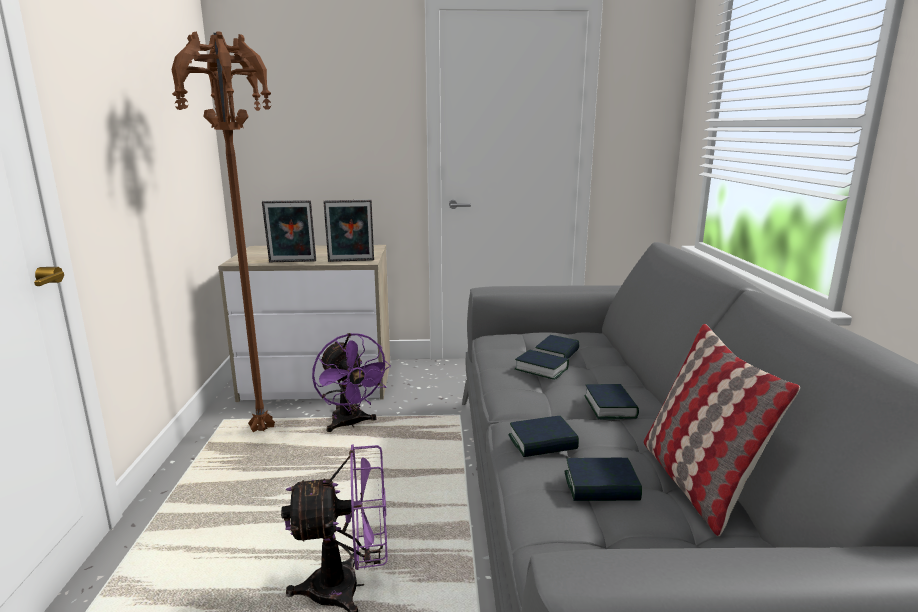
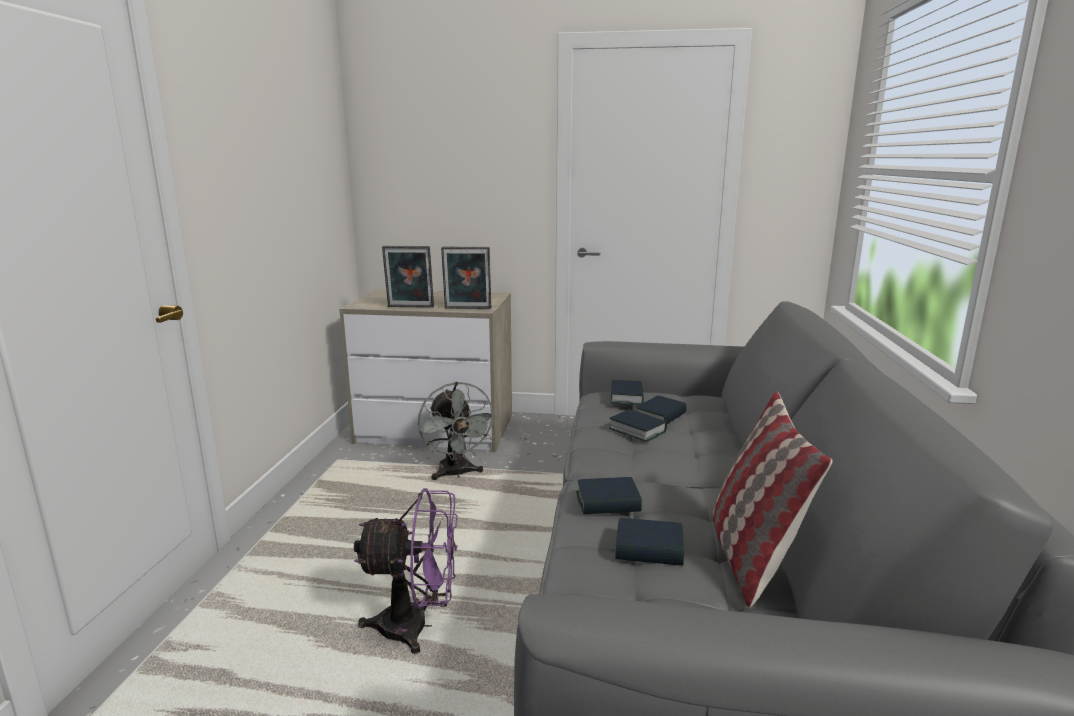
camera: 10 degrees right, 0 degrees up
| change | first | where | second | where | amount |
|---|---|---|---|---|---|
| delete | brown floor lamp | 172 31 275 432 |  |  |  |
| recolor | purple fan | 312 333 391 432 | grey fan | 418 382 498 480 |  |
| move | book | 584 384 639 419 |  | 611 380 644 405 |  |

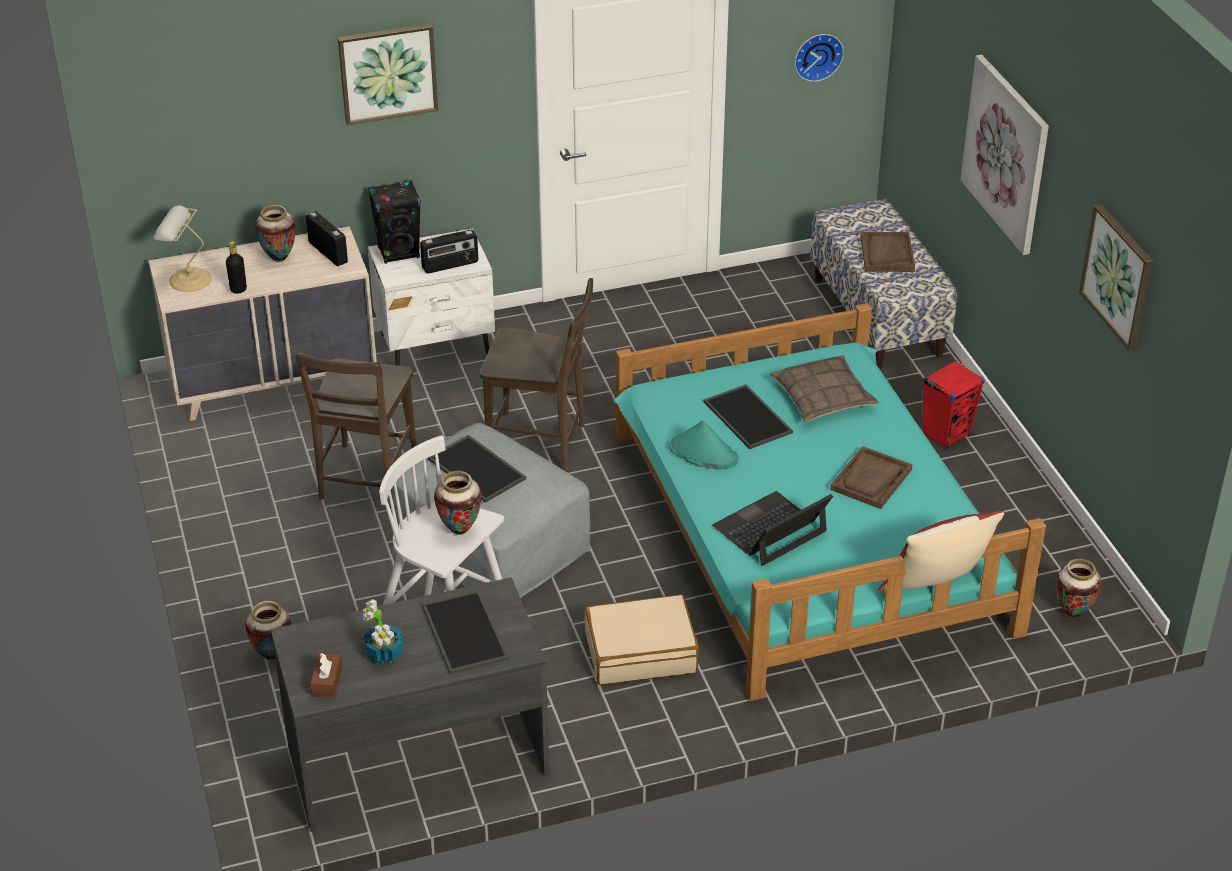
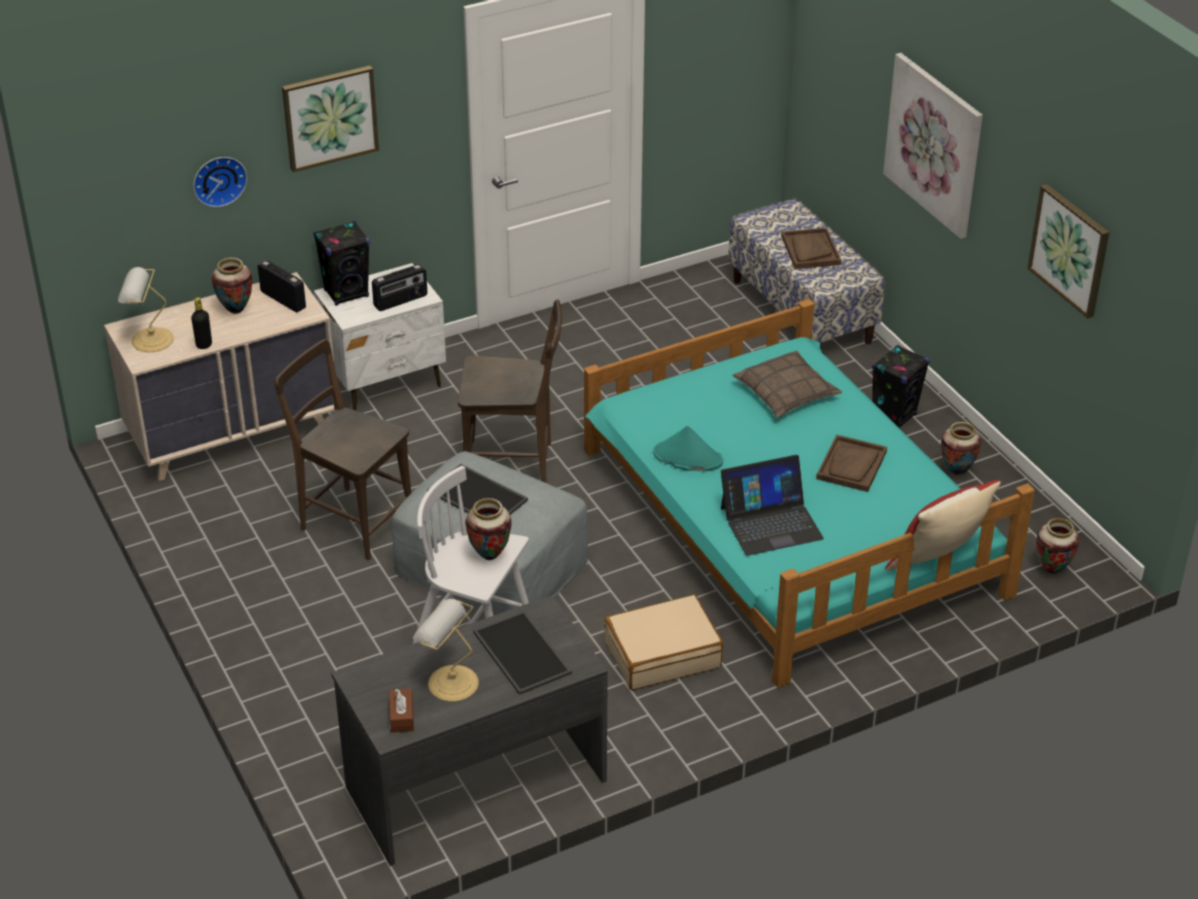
camera: 10 degrees left, 0 degrees up
| change | first | where | second | where | amount |
|---|---|---|---|---|---|
| move | wall clock | 795 34 844 82 |  | 193 157 247 207 |  |
| rotate | brown chair | 296 353 417 508 |  | 274 339 411 560 | 120 degrees clockwise |
| recolor | red speaker | 922 360 985 450 | black speaker | 872 345 930 428 |  |
| delete | tray | 703 385 793 449 |  |  |  |
| rotate | laptop | 712 491 833 566 |  | 721 455 824 556 | 150 degrees counterclockwise |
| replace | potted plant | 363 599 404 664 | table lamp | 413 599 479 702 |  |
| move | vase | 245 601 291 661 |  | 941 422 981 476 |  |

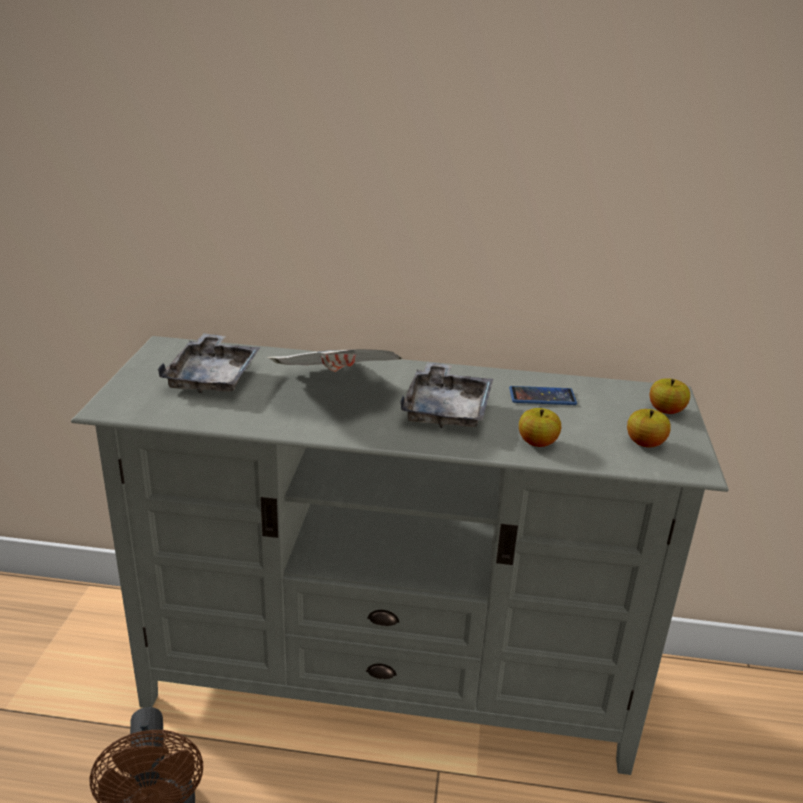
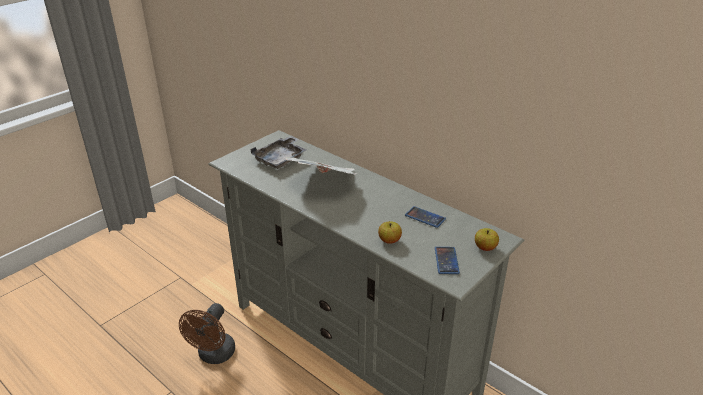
camera: 35 degrees right, 5 degrees up
| change | first | where | second | where | amount |
|---|---|---|---|---|---|
| delete | grey tray | 400 362 493 428 |  |  |  |
| replace | apple | 627 409 671 447 | phone | 435 247 460 274 |  |

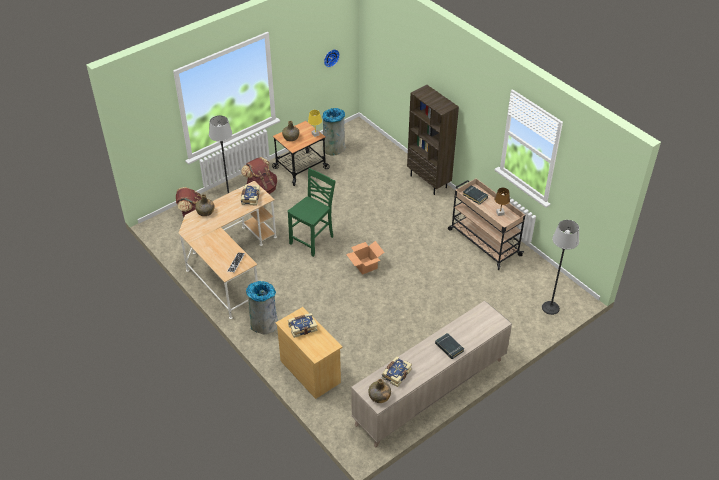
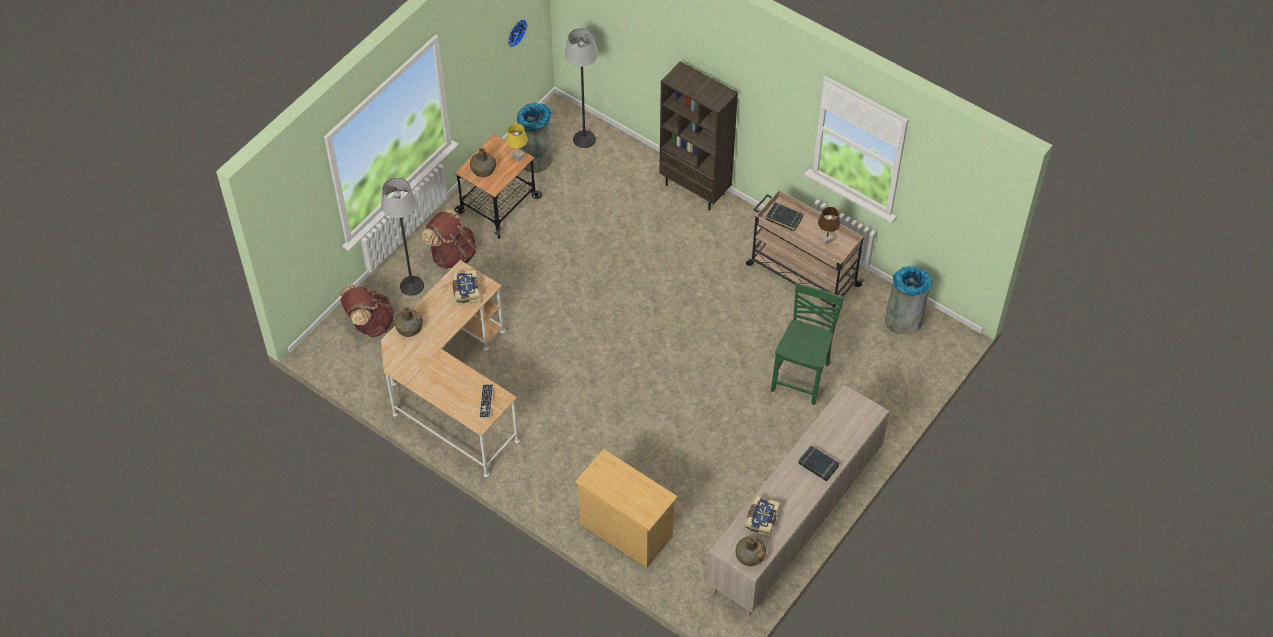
camera: 15 degrees left, 10 degrees up
| change | first | where | second | where | amount |
|---|---|---|---|---|---|
| move | green chair | 288 168 336 257 |  | 771 282 844 405 |  |
| move | floor lamp | 542 220 579 315 |  | 565 28 598 148 |  |
| delete | cardboard box | 346 241 384 275 |  |  |  |
| move | grey trash can | 246 281 278 334 |  | 885 266 933 335 |  |
| delete | book | 288 313 318 338 |  |  |  |

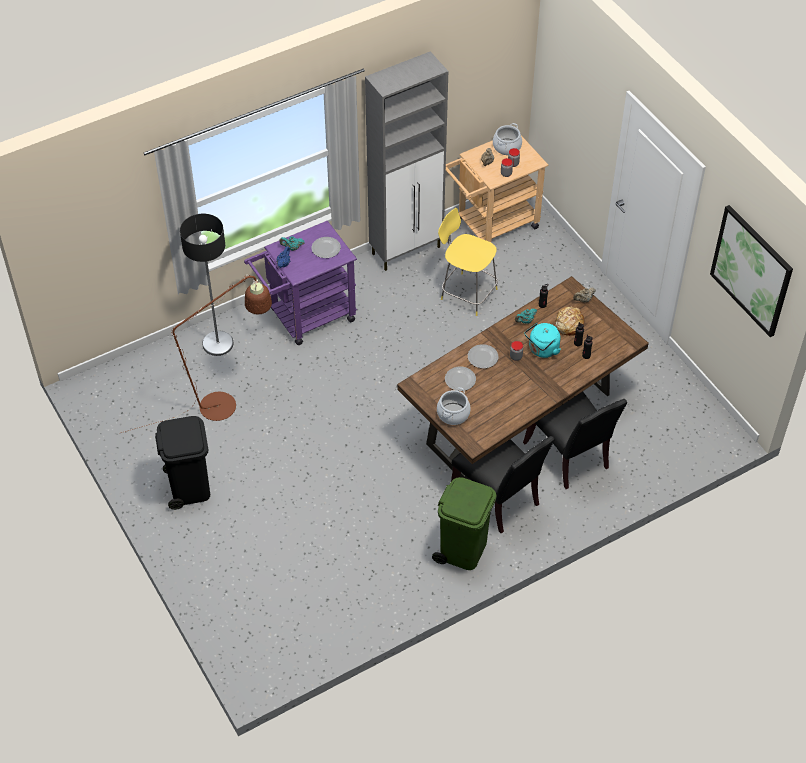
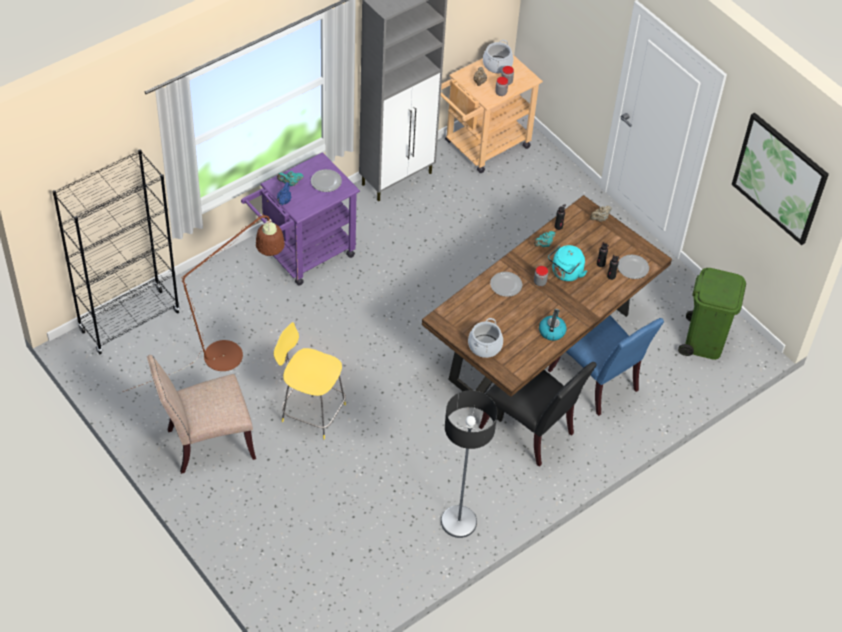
camera: 10 degrees left, 0 degrees up
| change | first | where | second | where | amount |
|---|---|---|---|---|---|
| move | yellow stool | 438 208 498 316 |  | 274 322 346 439 |  |
| move | floor lamp | 180 214 233 356 |  | 441 390 497 538 |  |
| delete | bread | 555 306 584 336 |  |  |  |
| move | plate | 445 367 476 391 |  | 618 255 649 279 |  |
| recolor | black chair | 523 392 627 489 | blue chair | 547 315 664 416 |  |
| replace | black trash can | 155 416 210 510 | beige chair | 147 355 256 474 |  |
| move | green trash can | 432 477 497 570 |  | 678 268 746 360 |  |
| insert |  |  | black bookcase | 52 149 180 355 |  |
| insert |  |  | kettle | 539 309 567 341 |  |

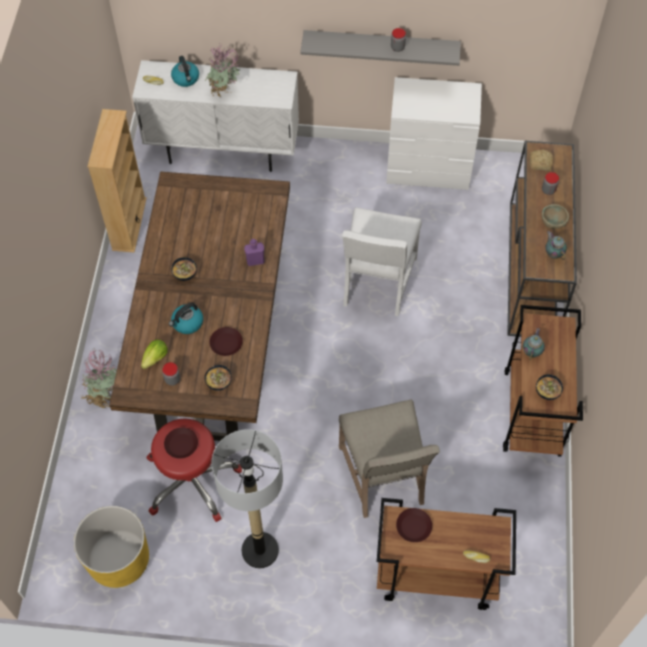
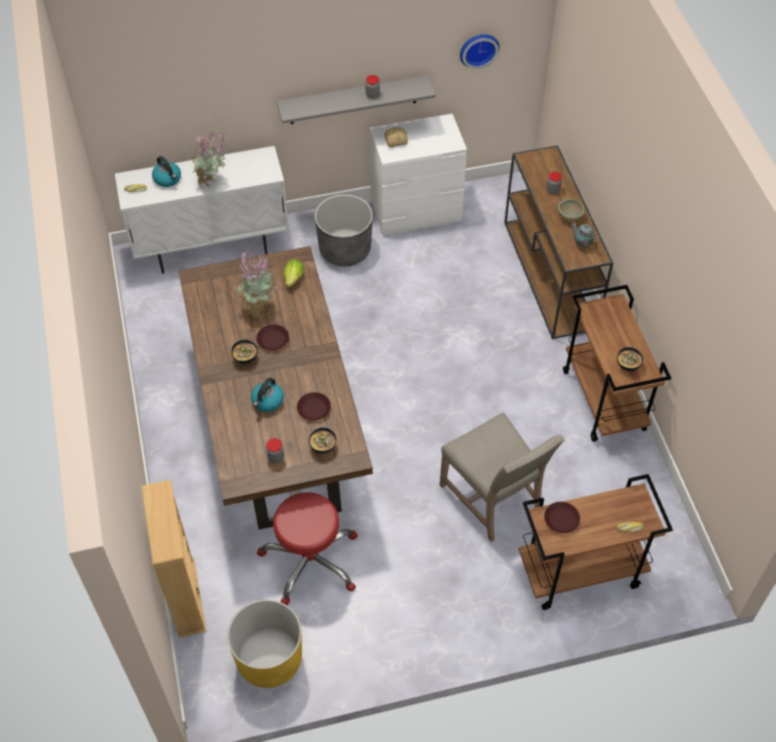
camera: 20 degrees left, 5 degrees down
| change | first | where | second | where | amount |
|---|---|---|---|---|---|
| move | beige bookcase | 87 109 147 253 |  | 141 480 206 638 |  |
| move | bread | 530 149 553 171 |  | 384 127 408 147 |  |
| delete | white chair | 342 207 422 316 |  |  |  |
| delete | purple bottle | 244 239 265 266 |  |  |  |
| delete | teapot | 523 328 545 360 |  |  |  |
| move | lettuce | 141 339 168 369 |  | 284 259 304 287 |  |
| move | potted plant | 81 349 117 409 |  | 234 250 277 319 |  |
| move | brown plate | 164 427 198 459 |  | 256 324 289 350 |  |
| delete | floor lamp | 212 429 283 568 |  |  |  |
| insert |  |  | wall clock | 460 34 500 69 |  |
| insert |  |  | grey planter | 315 194 373 267 |  |

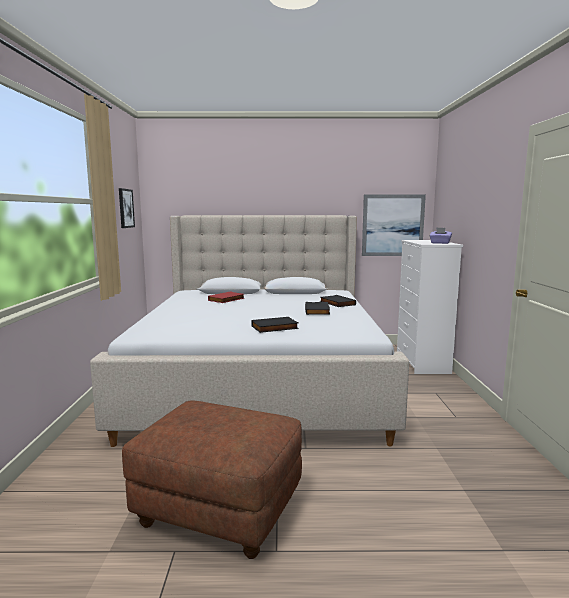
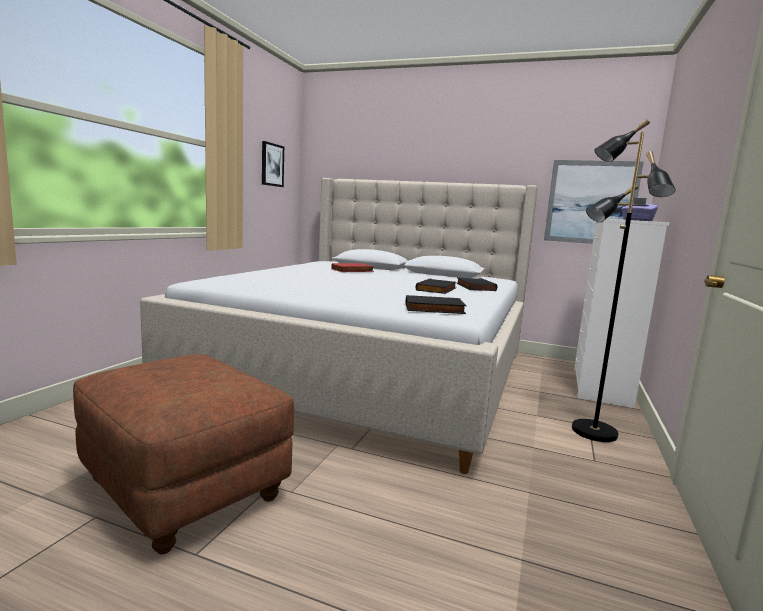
camera: 20 degrees right, 0 degrees up
| change | first | where | second | where | amount |
|---|---|---|---|---|---|
| move | black book | 251 317 299 333 |  | 405 295 467 314 |  |
| insert |  |  | black floor lamp | 572 119 675 442 |  |

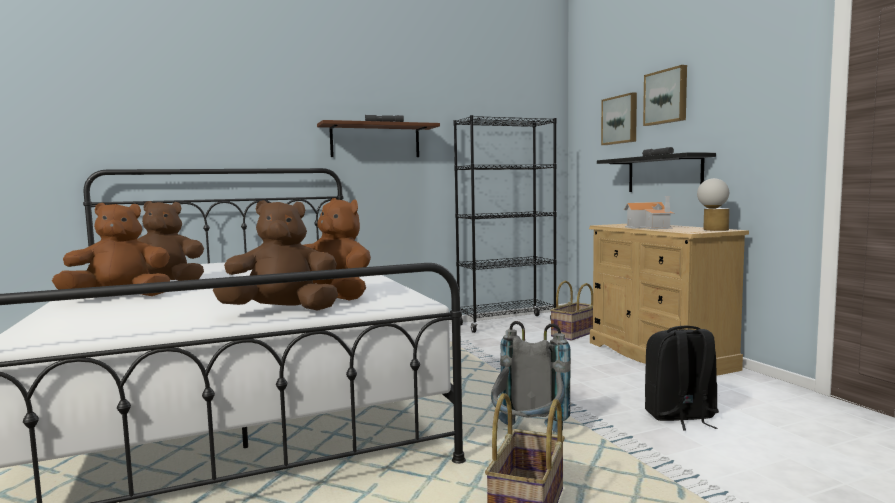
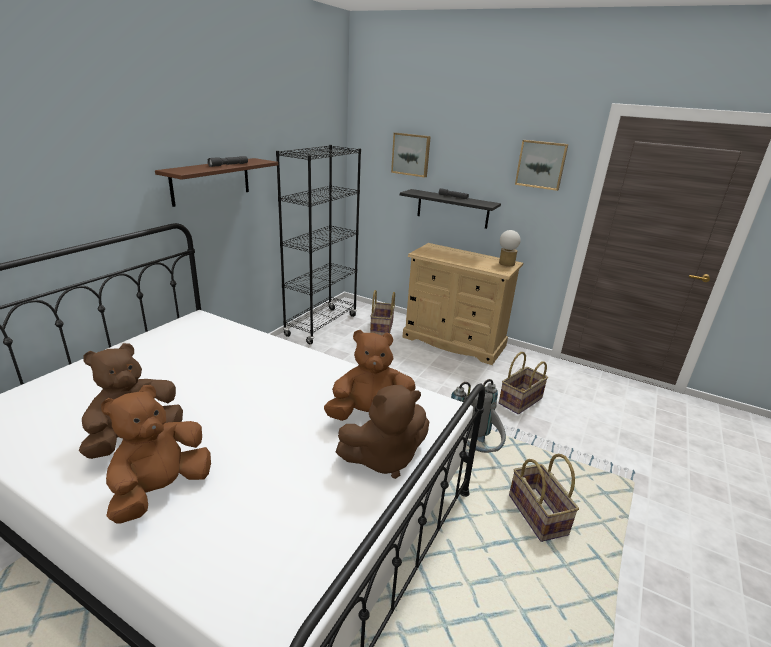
camera: 40 degrees left, 20 degrees up
| change | first | where | second | where | amount |
|---|---|---|---|---|---|
| move | picture | 643 65 687 126 |  | 515 140 568 191 |  |
| delete | toy house | 623 196 675 229 |  |  |  |
| rotate | brown plush toy | 213 200 338 311 |  | 336 385 429 479 | 150 degrees counterclockwise |
| replace | black backpack | 645 325 719 431 | basket | 499 352 548 414 |  |

